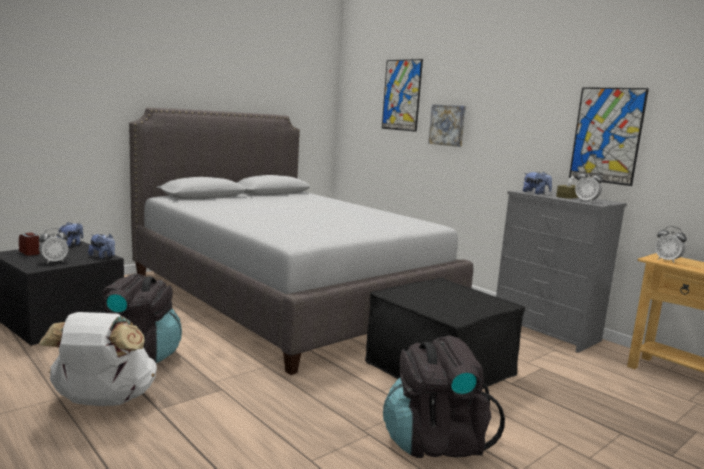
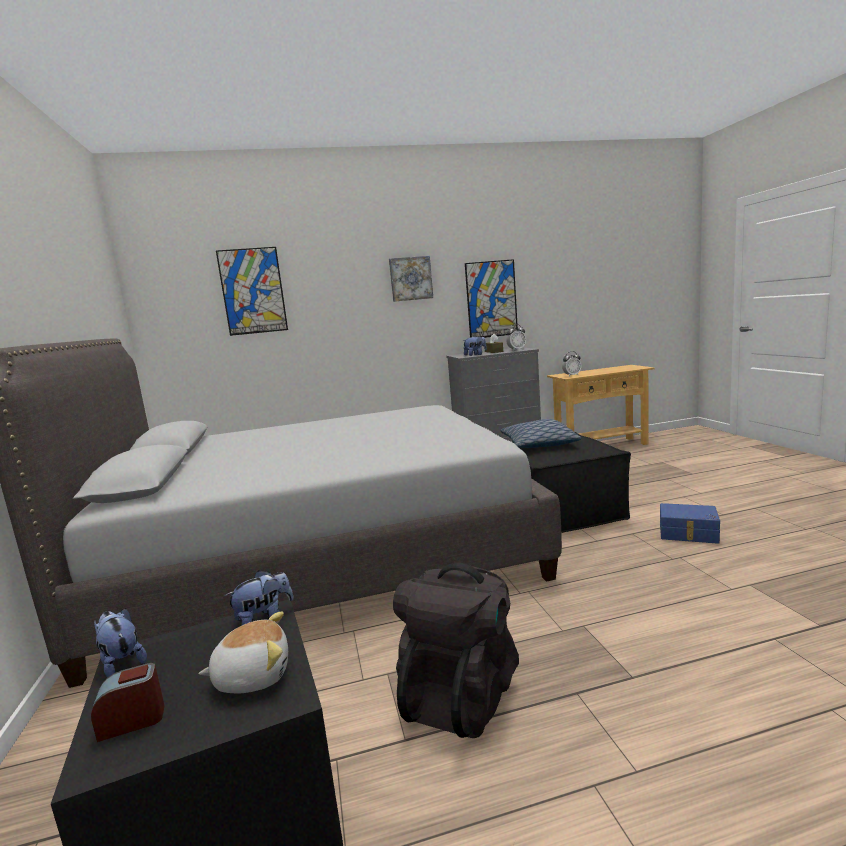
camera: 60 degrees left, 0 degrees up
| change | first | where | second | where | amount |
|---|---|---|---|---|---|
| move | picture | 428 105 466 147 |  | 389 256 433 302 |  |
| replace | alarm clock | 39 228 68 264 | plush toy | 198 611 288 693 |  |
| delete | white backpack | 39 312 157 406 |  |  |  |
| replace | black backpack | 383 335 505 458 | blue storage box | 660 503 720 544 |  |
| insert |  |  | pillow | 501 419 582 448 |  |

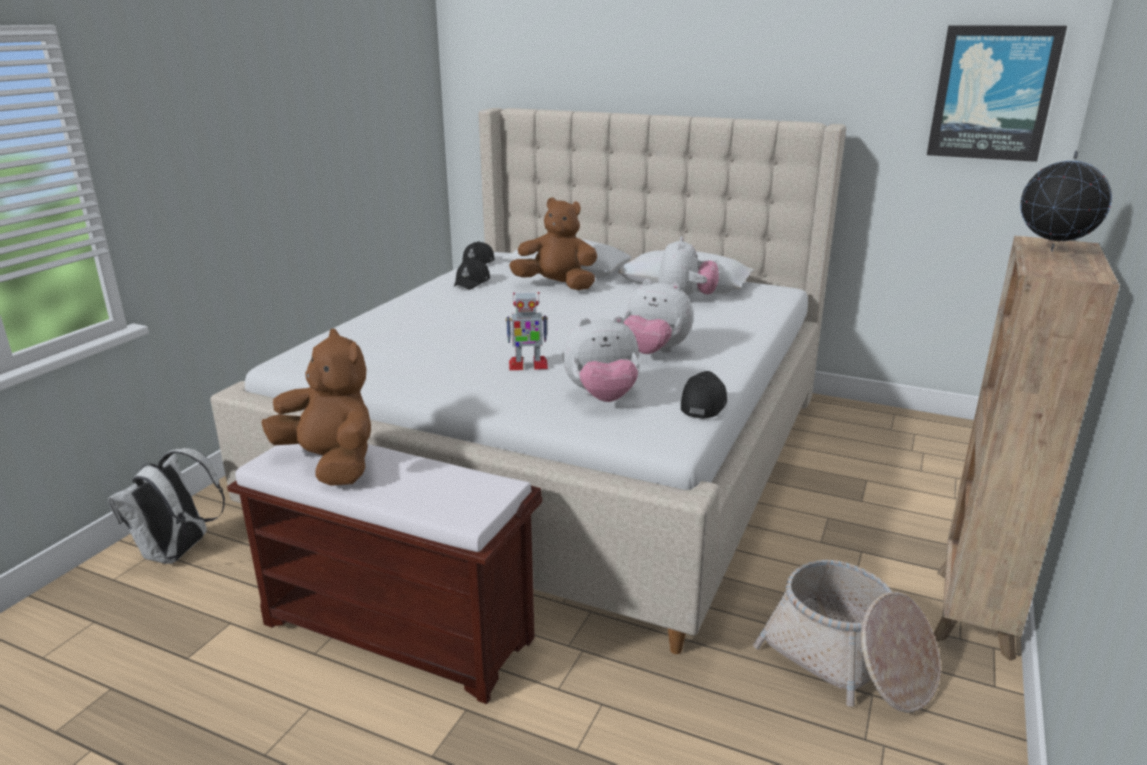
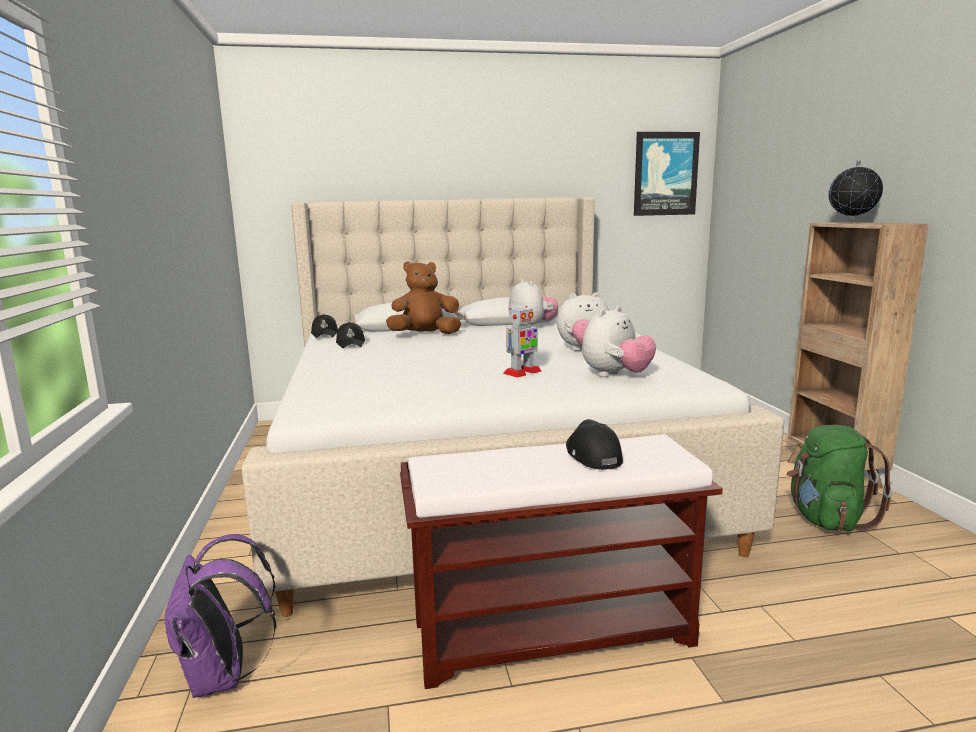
camera: 35 degrees left, 10 degrees down
| change | first | where | second | where | amount |
|---|---|---|---|---|---|
| delete | brown plush toy | 261 329 371 486 |  |  |  |
| move | black cap | 681 371 727 419 |  | 566 419 623 470 |  |
| recolor | white backpack | 108 448 225 564 | purple backpack | 165 534 276 698 |  |
| replace | basket | 753 560 941 713 | green backpack | 787 425 893 531 |  |

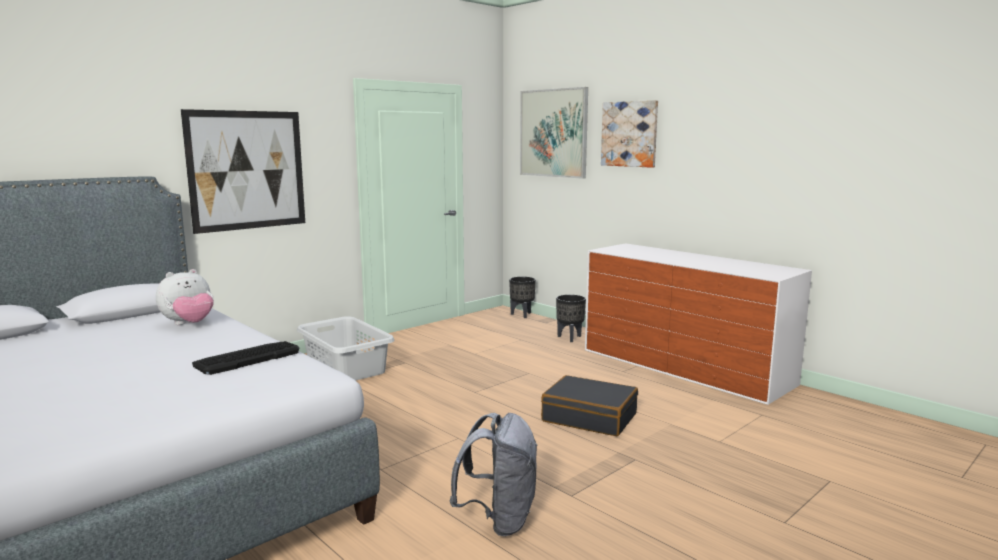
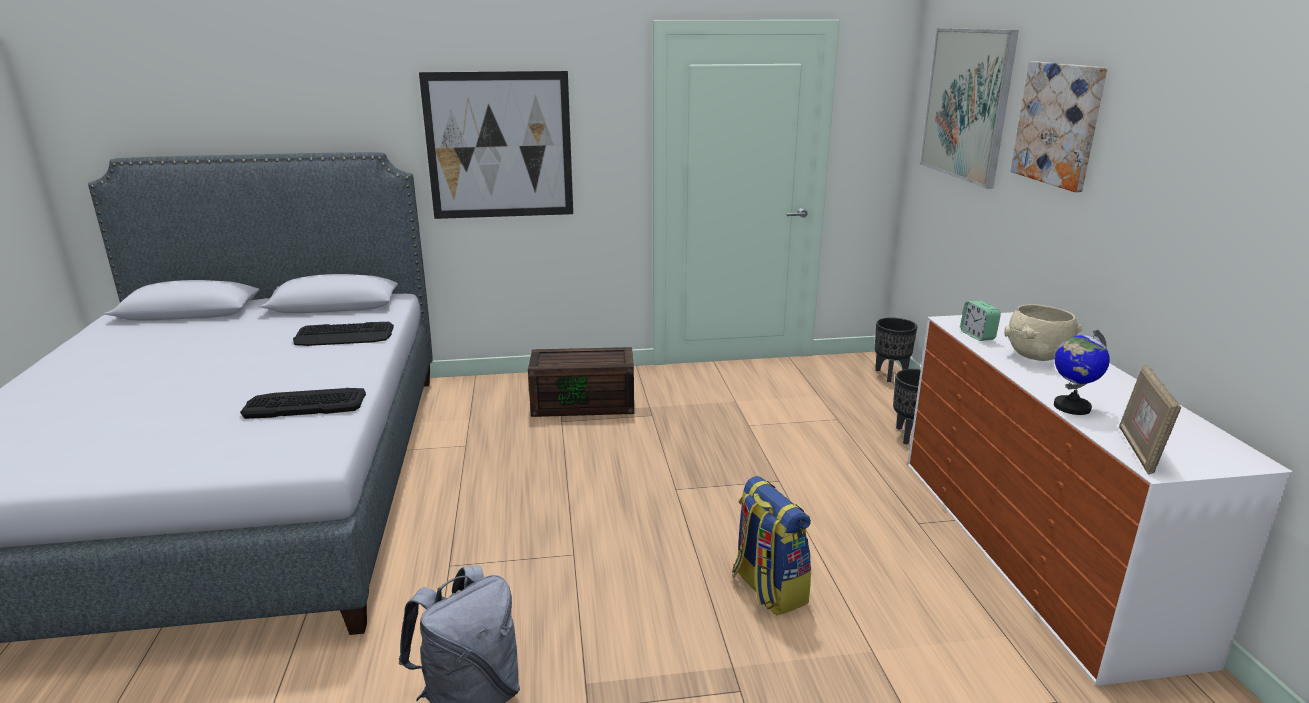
camera: 35 degrees right, 10 degrees up
| change | first | where | second | where | amount |
|---|---|---|---|---|---|
| replace | plush toy | 156 269 214 325 | keyboard | 293 322 394 346 |  |
| replace | grey laundry basket | 297 316 395 380 | brown storage box | 528 347 634 417 |  |
| replace | black suitcase | 541 375 638 436 | backpack | 732 476 811 616 |  |
| insert |  |  | alarm clock | 960 301 1001 341 |  |
| insert |  |  | beige bowl | 1005 304 1082 361 |  |
| insert |  |  | globe | 1054 330 1110 415 |  |
| insert |  |  | picture frame | 1119 365 1181 475 |  |

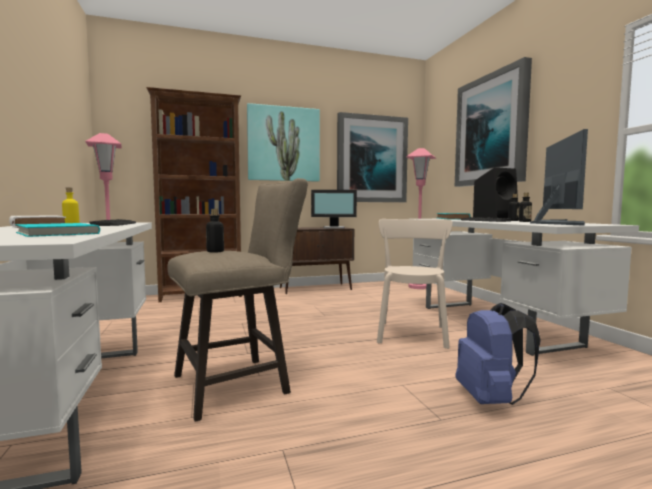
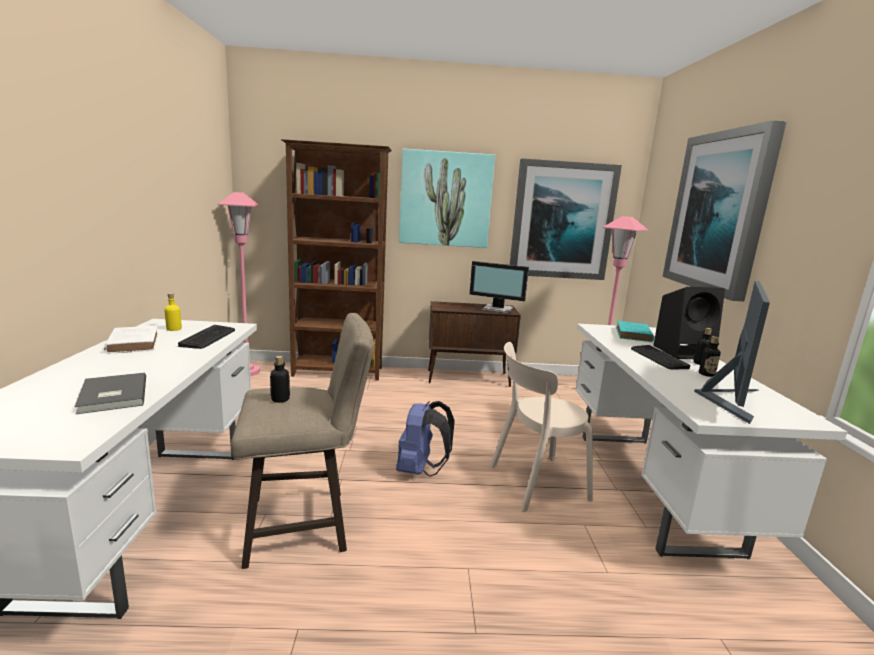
camera: 15 degrees right, 10 degrees up
| change | first | where | second | where | amount |
|---|---|---|---|---|---|
| rotate | beige chair | 377 219 453 349 |  | 490 342 593 512 | 135 degrees counterclockwise |
| recolor | turquoise book | 15 223 100 237 | grey book | 74 373 146 414 |  |
| move | blue backpack | 456 303 541 405 |  | 396 401 455 477 |  |

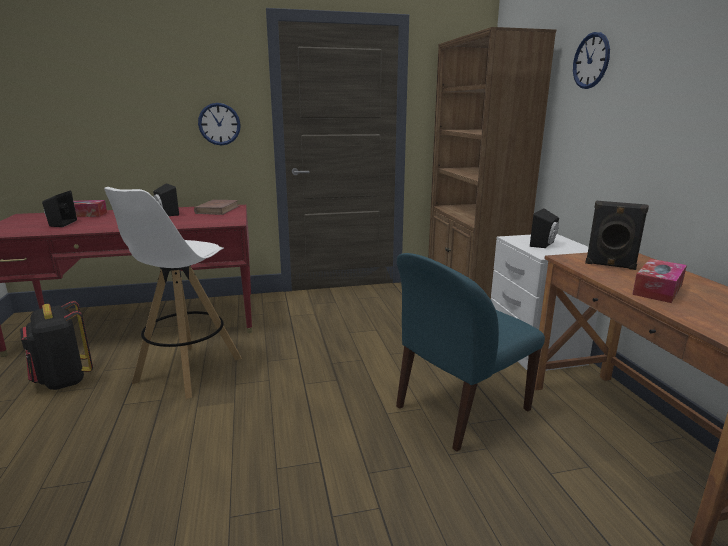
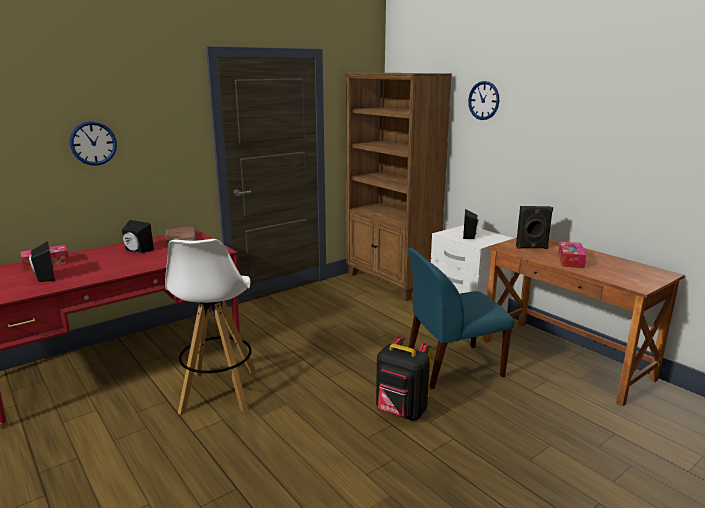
camera: 25 degrees left, 0 degrees up
| change | first | where | second | where | amount |
|---|---|---|---|---|---|
| move | wall clock | 198 103 241 146 |  | 70 121 117 166 |  |
| rotate | blue chair | 396 253 545 452 |  | 408 248 514 389 | 45 degrees clockwise |
| move | black backpack | 20 300 93 390 |  | 376 337 432 421 |  |

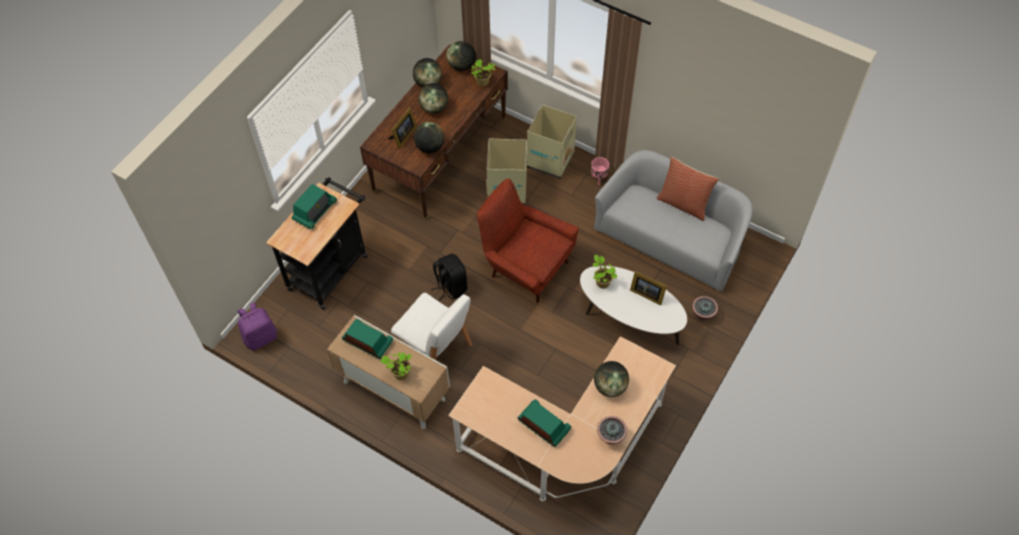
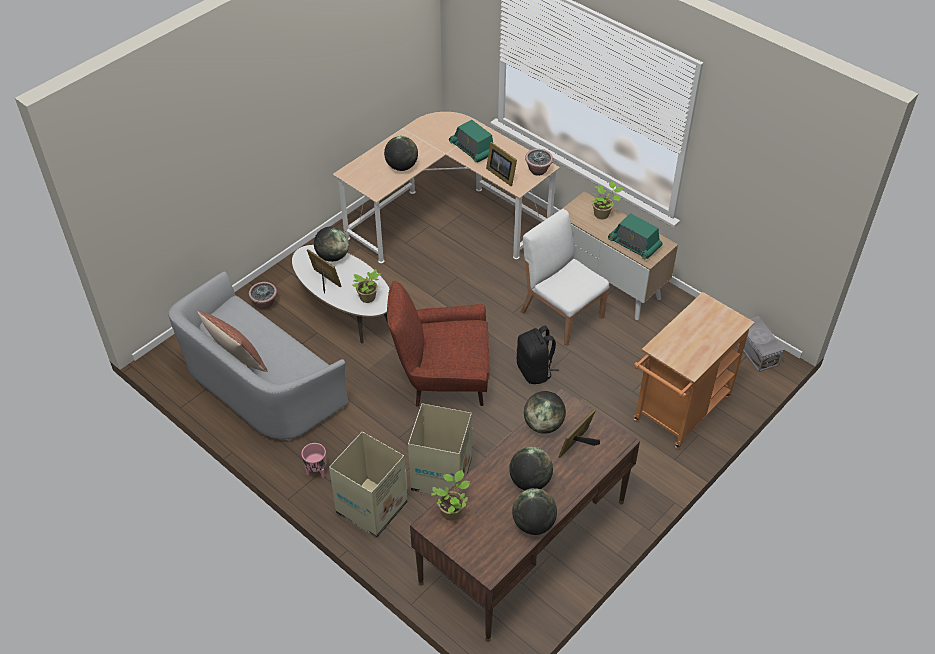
camera: 170 degrees left, 10 degrees down
| change | first | where | second | where | amount |
|---|---|---|---|---|---|
| move | globe | 446 41 476 71 |  | 314 226 349 262 |  |
| recolor | black cart | 266 177 367 310 | orange cart | 633 292 755 449 |  |
| rotate | red armchair | 477 178 579 303 |  | 387 281 490 407 | 135 degrees clockwise |
| delete | radio | 292 184 337 229 |  |  |  |
| replace | purple backpack | 238 302 277 351 | grey storage box | 738 316 784 372 |  |
| move | potted plant | 597 416 627 445 |  | 525 149 553 176 |  |
| insert |  |  | picture frame | 486 142 517 187 |  |

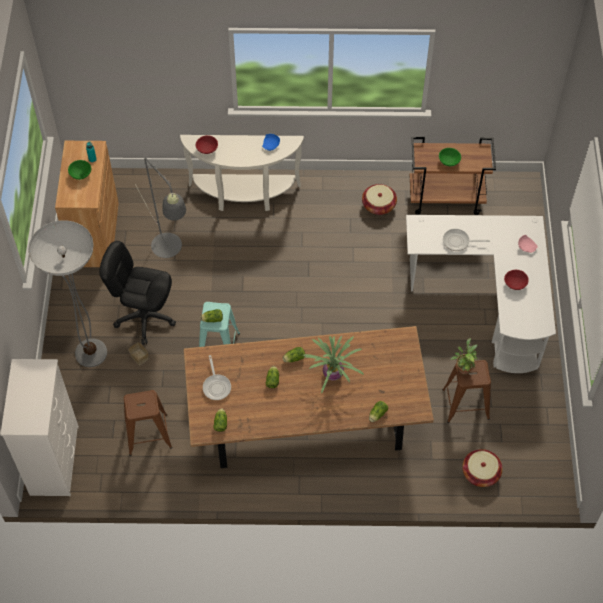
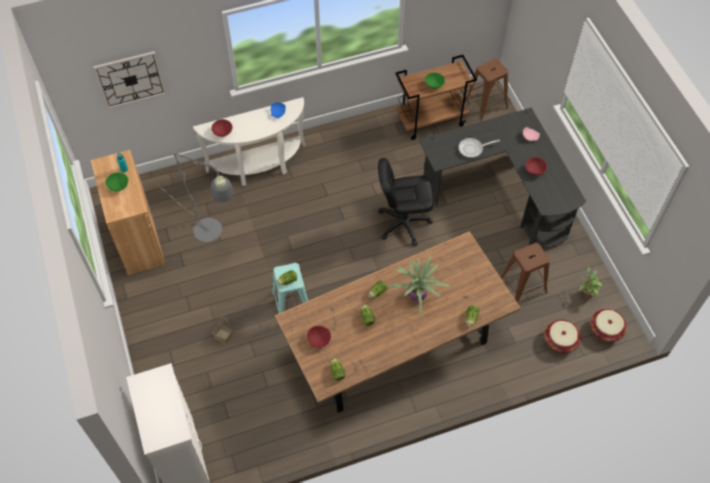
camera: 20 degrees left, 0 degrees up
| change | first | where | second | where | amount |
|---|---|---|---|---|---|
| move | basket | 362 184 397 215 |  | 590 309 627 342 |  |
| recolor | white desk | 406 215 556 373 | black desk | 419 108 586 249 |  |
| delete | floor lamp | 28 221 107 367 |  |  |  |
| move | black office chair | 99 241 176 345 |  | 378 158 434 246 |  |
| move | potted plant | 451 338 478 374 |  | 579 267 603 298 |  |
| replace | frying pan | 203 355 231 400 | red bowl | 307 326 331 348 |  |
| move | brown stool | 124 390 172 456 |  | 465 58 508 121 |  |
| insert |  |  | wall clock | 93 51 166 109 |  |

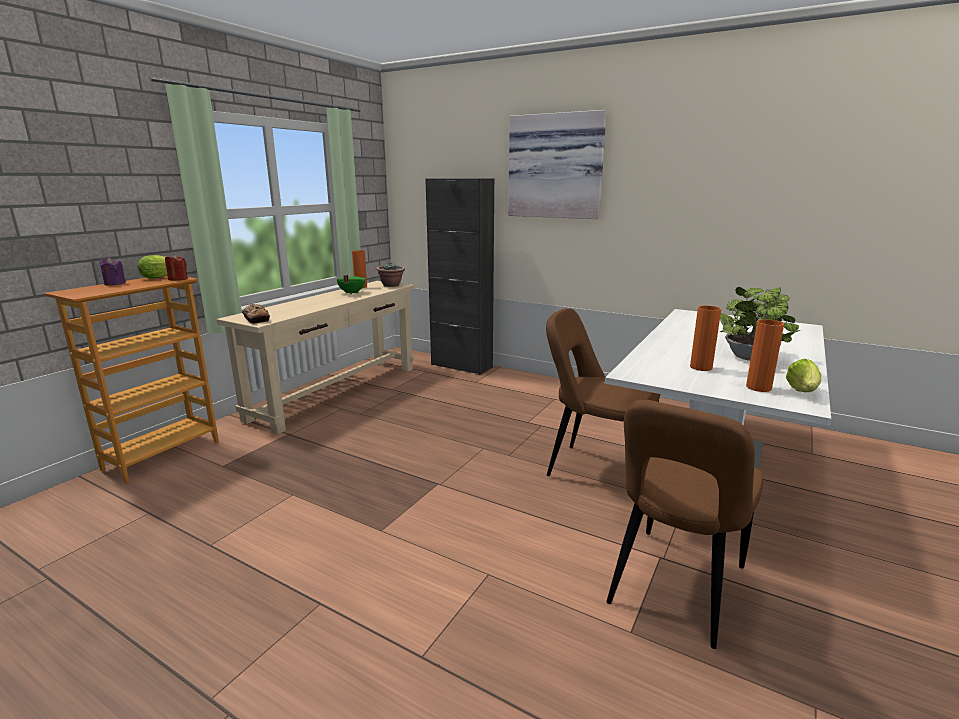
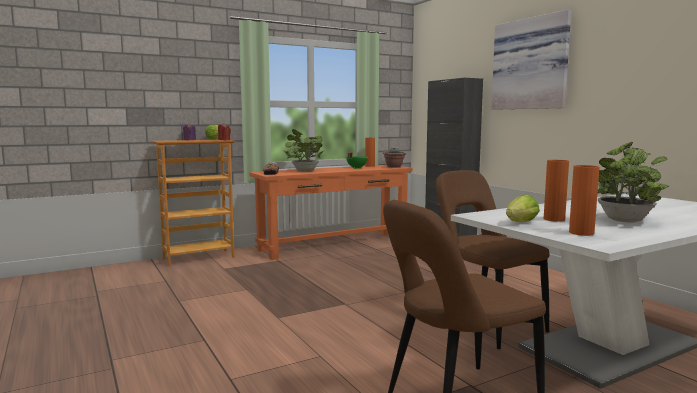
camera: 30 degrees right, 10 degrees down
| change | first | where | second | where | amount |
|---|---|---|---|---|---|
| recolor | beige console table | 216 281 414 434 | orange console table | 250 165 413 260 |  |
| move | lettuce | 786 359 821 392 |  | 506 195 540 223 |  |
| insert |  |  | potted plant | 283 129 325 172 |  |

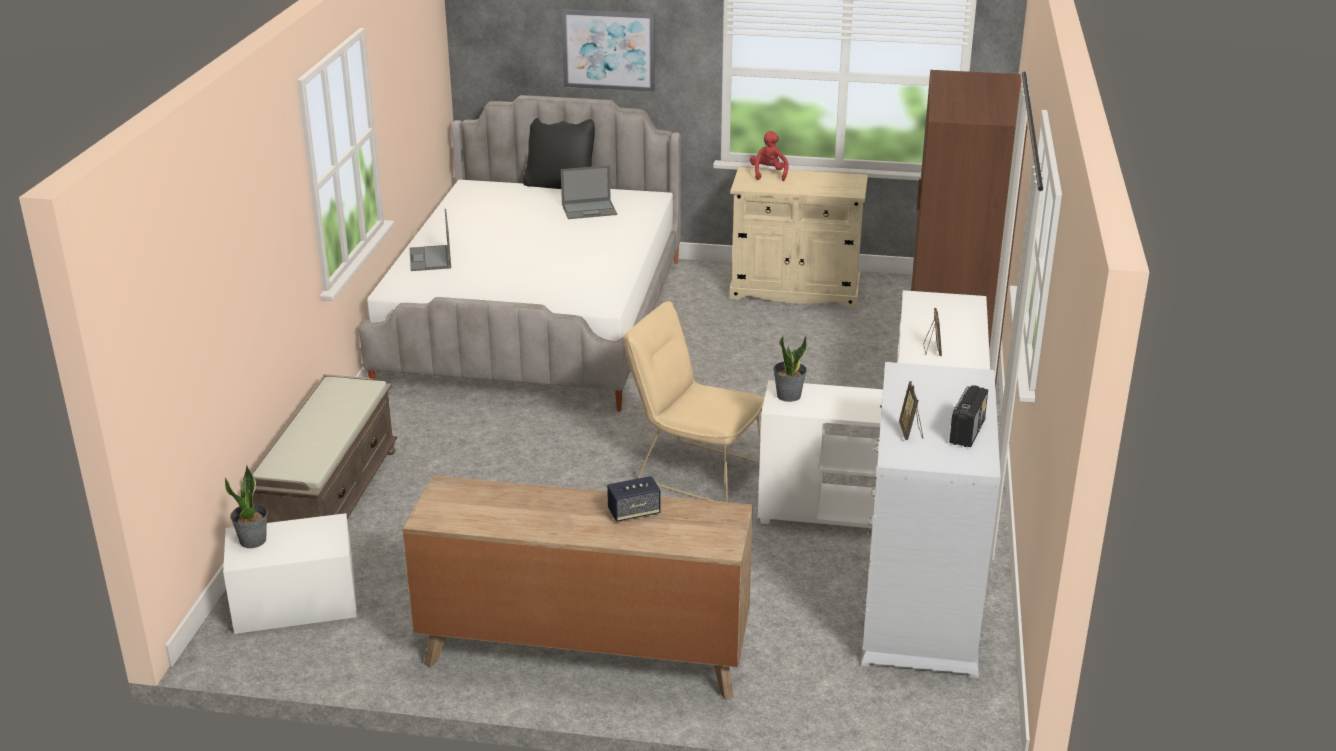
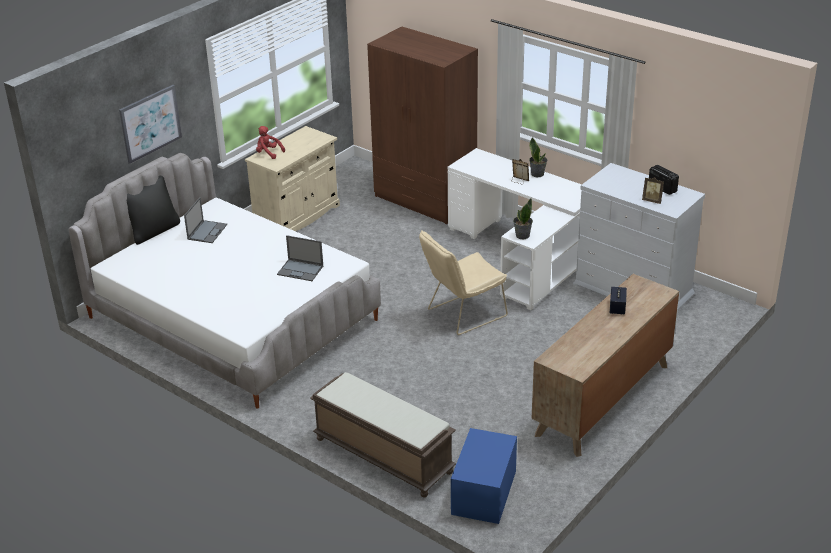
camera: 60 degrees left, 5 degrees up
| change | first | where | second | where | amount |
|---|---|---|---|---|---|
| move | laptop | 410 209 451 271 |  | 277 235 323 281 |  |
| move | potted plant | 224 465 268 548 |  | 529 138 547 177 |  |
| recolor | white storage box | 223 513 357 634 | blue storage box | 451 428 517 524 |  |

